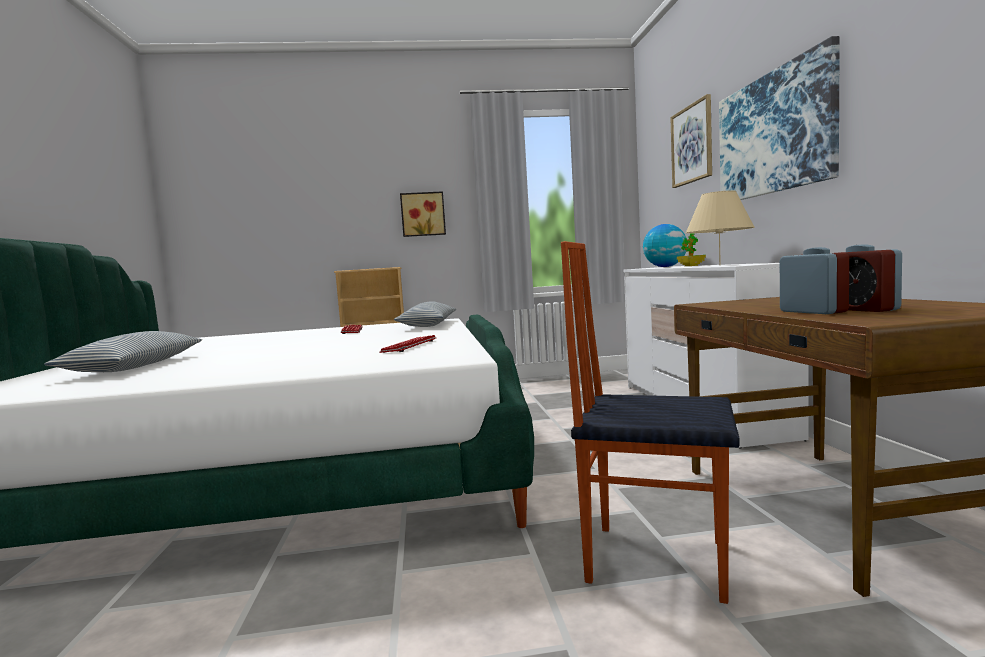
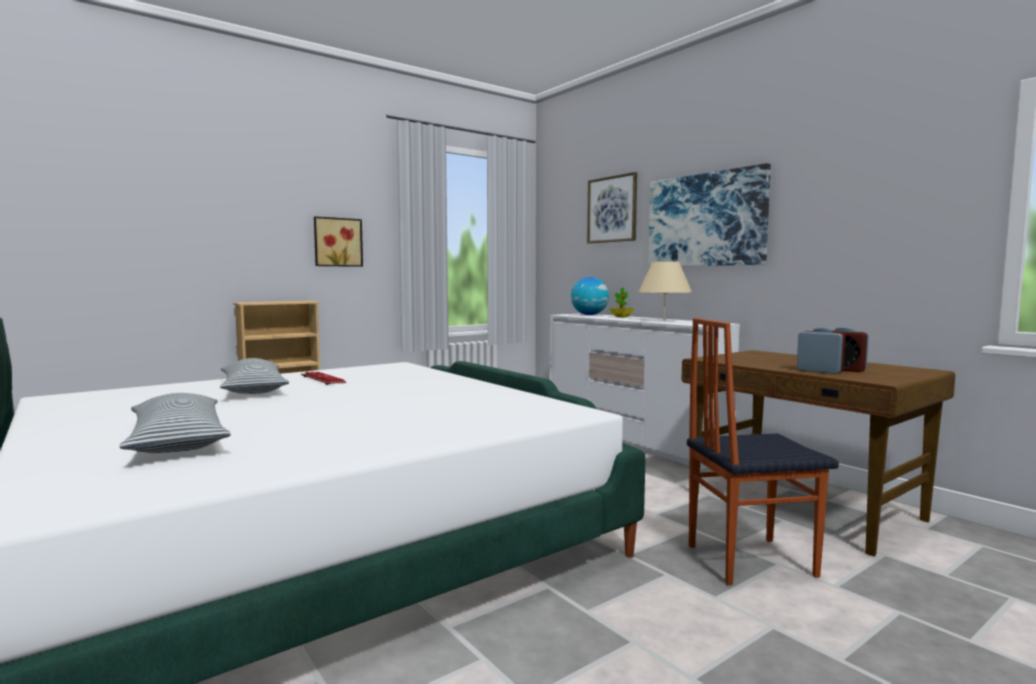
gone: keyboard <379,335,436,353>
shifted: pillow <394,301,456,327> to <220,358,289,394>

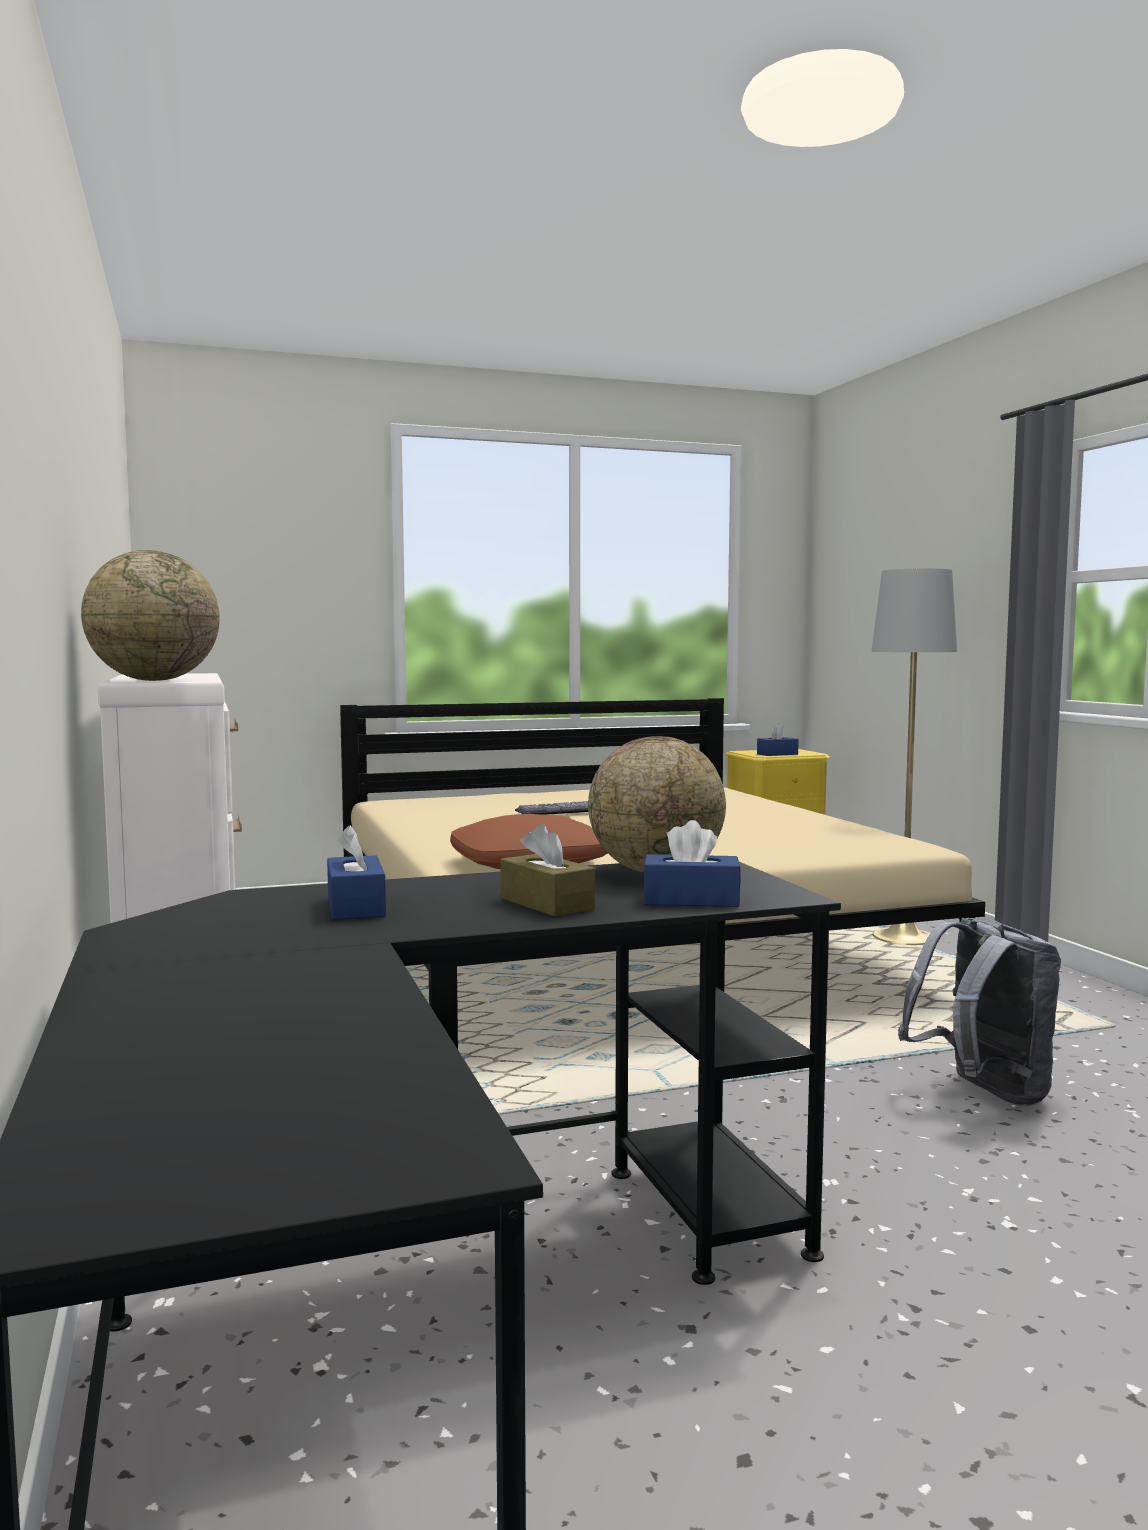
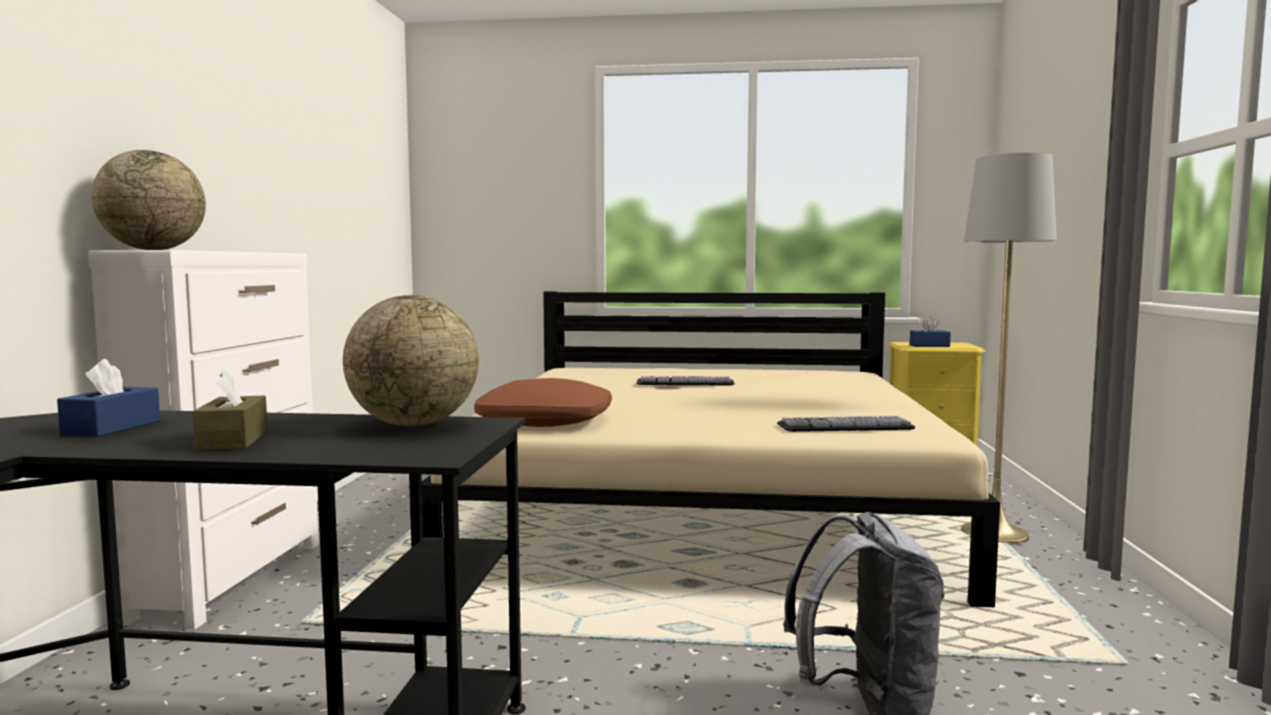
gone: blue tissue box <643,820,741,907>
new: keyboard <777,416,915,432>

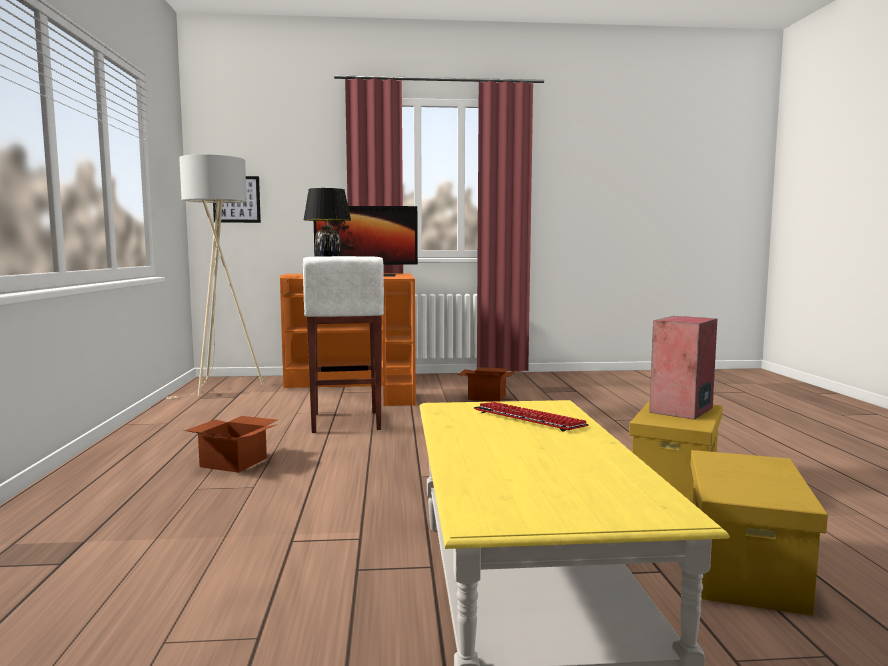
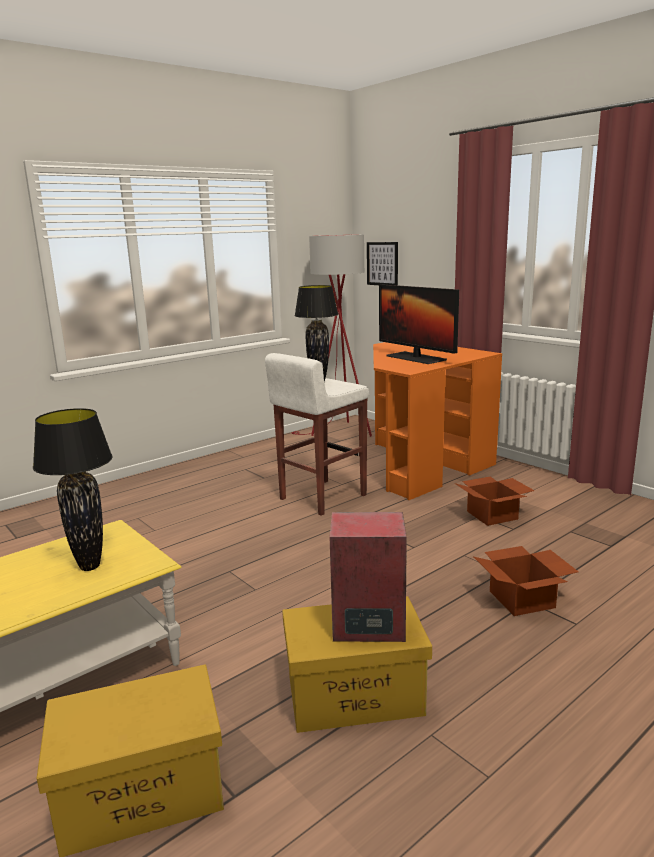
shifted: cardboard box <183,416,278,473> to <474,546,579,616>
swapped: keyboard <474,402,589,432> to black table lamp <33,408,113,571>
repainted: beige floor lamp <166,154,264,399> to red floor lamp <292,234,372,437>

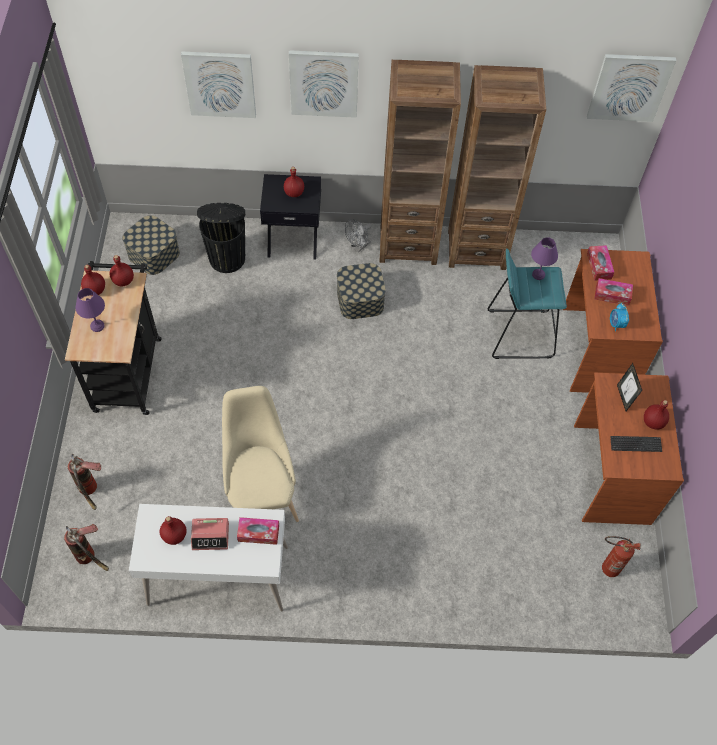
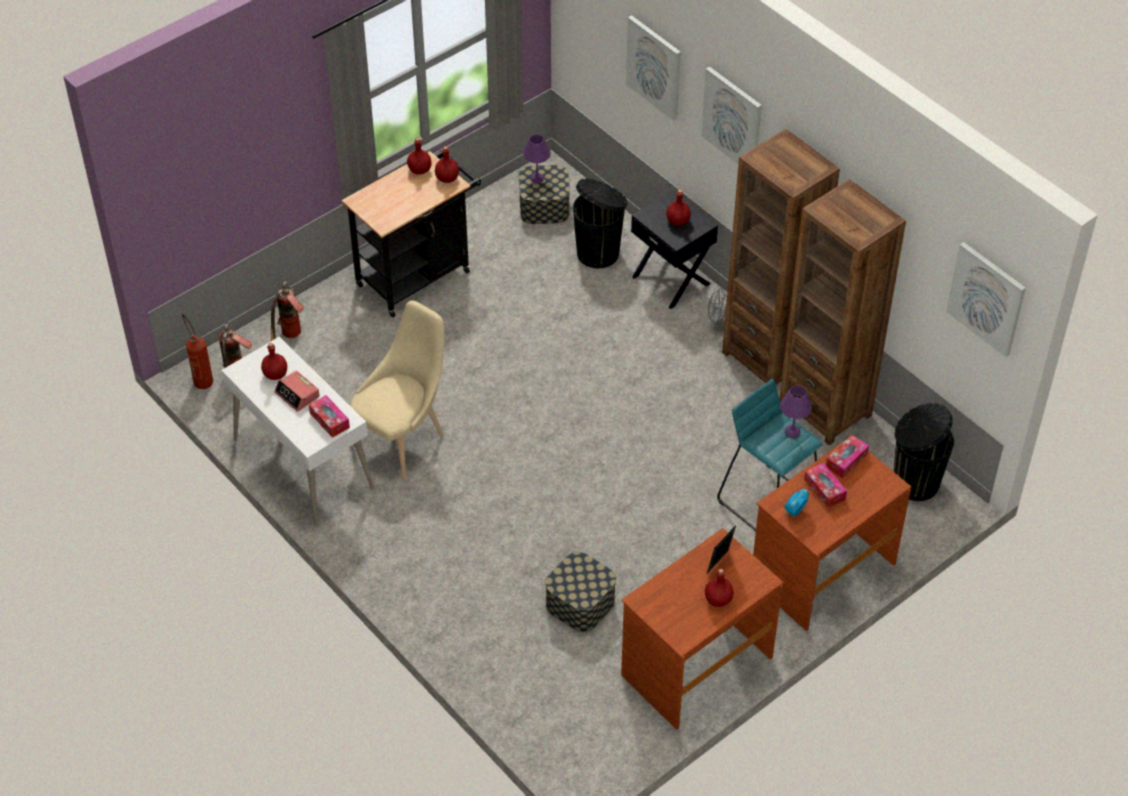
gone: keyboard <610,436,662,452>
new: black trash can <894,403,954,501>
shifted: fire extinguisher <602,536,641,577> to <182,314,213,389>; purple table lamp <75,288,105,332> to <523,134,551,183>; storage box <337,263,386,319> to <545,552,616,632>

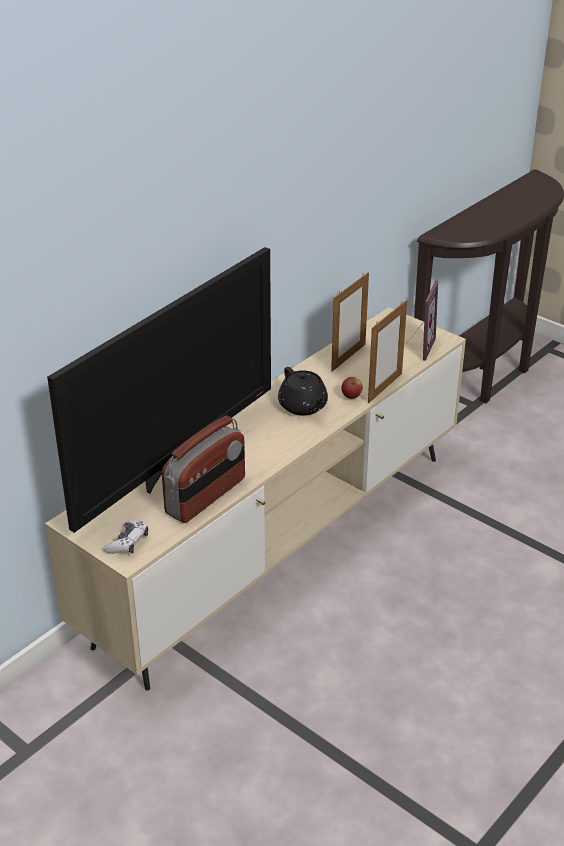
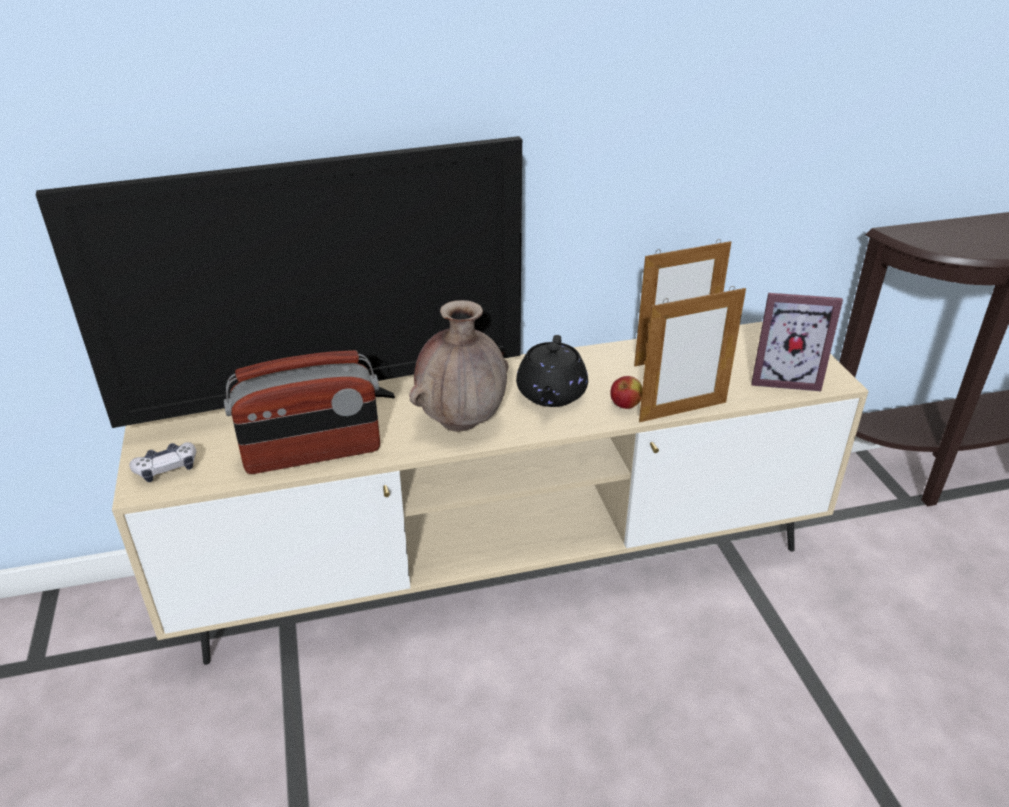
new: brown vase <409,300,508,432>
rotated: picture frame <406,281,439,361> = <751,293,843,391> 45 degrees clockwise

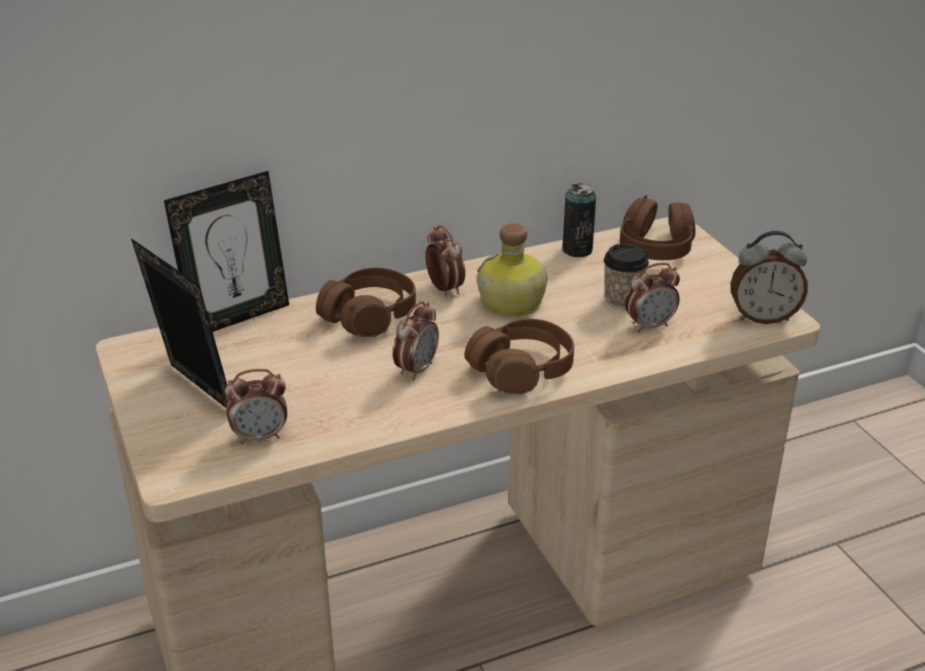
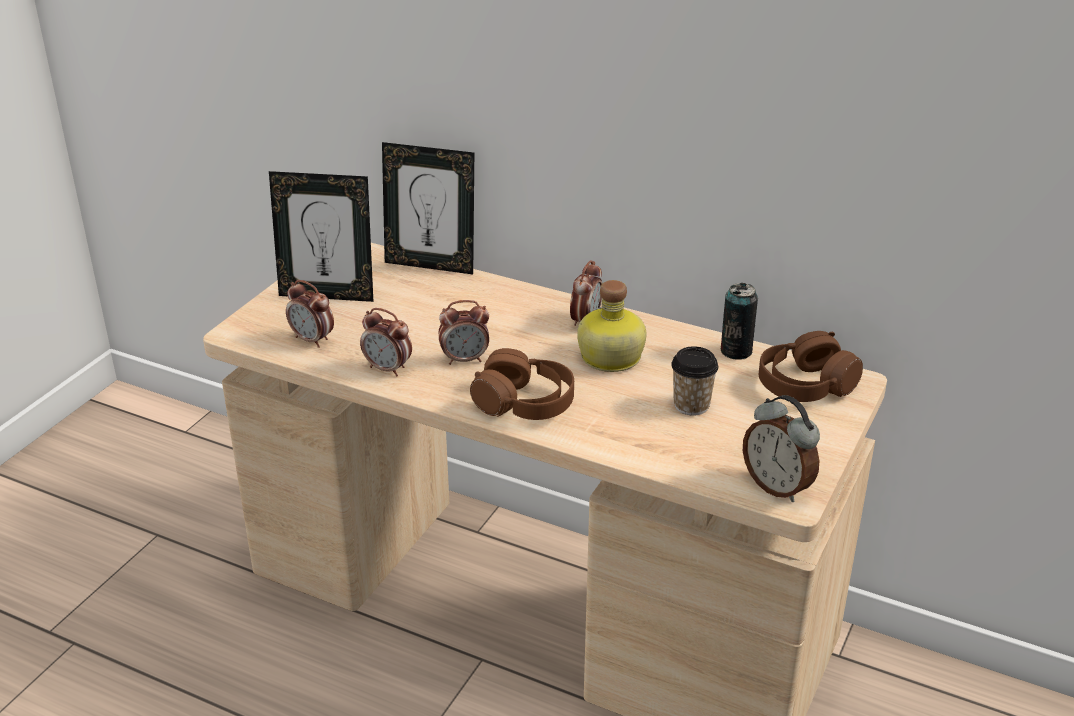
gone: brown headphones <316,268,416,337>
shifted: alarm clock <625,263,680,333> to <360,308,412,376>
rotated: picture frame <131,238,228,408> = <269,171,373,302> 90 degrees clockwise

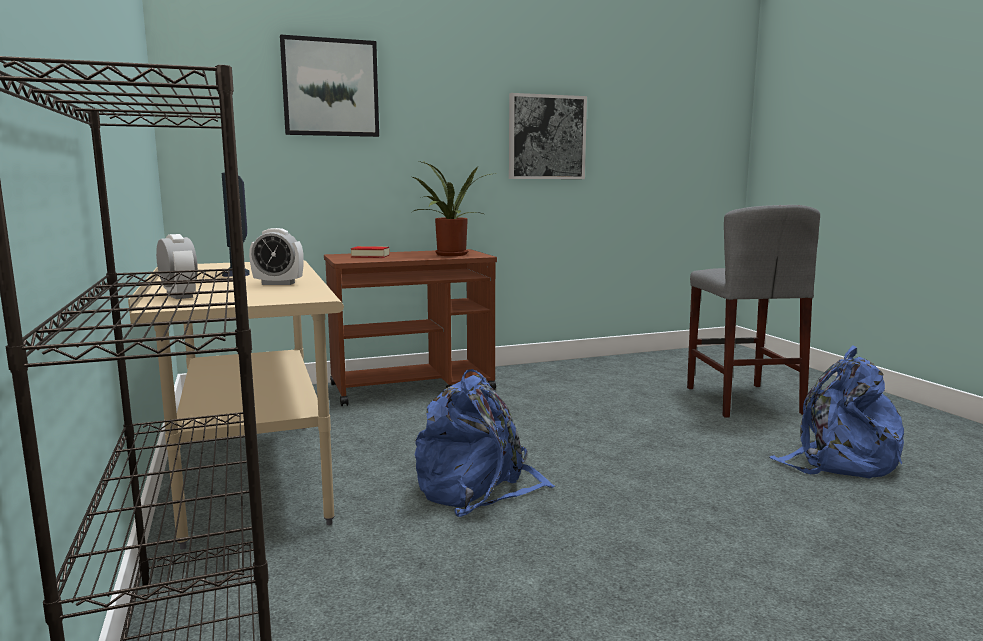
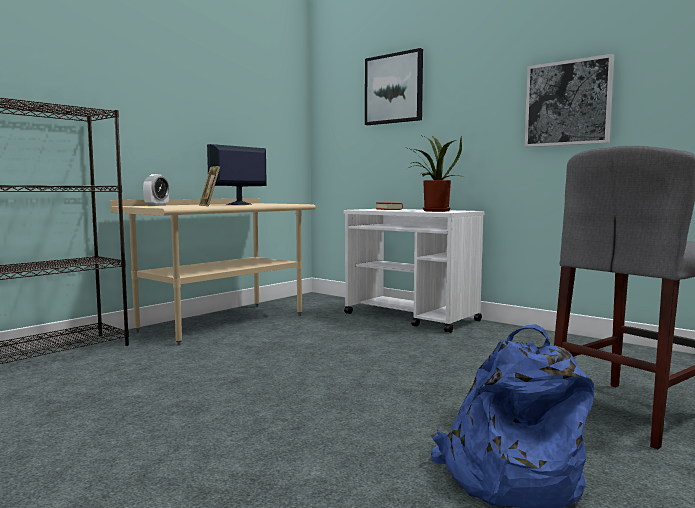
gone: blue backpack <414,369,555,517>
swapped: alarm clock <249,228,304,285> to picture frame <199,166,220,207>
repainted: brown cart <324,249,497,406> to white cart <344,209,485,333>

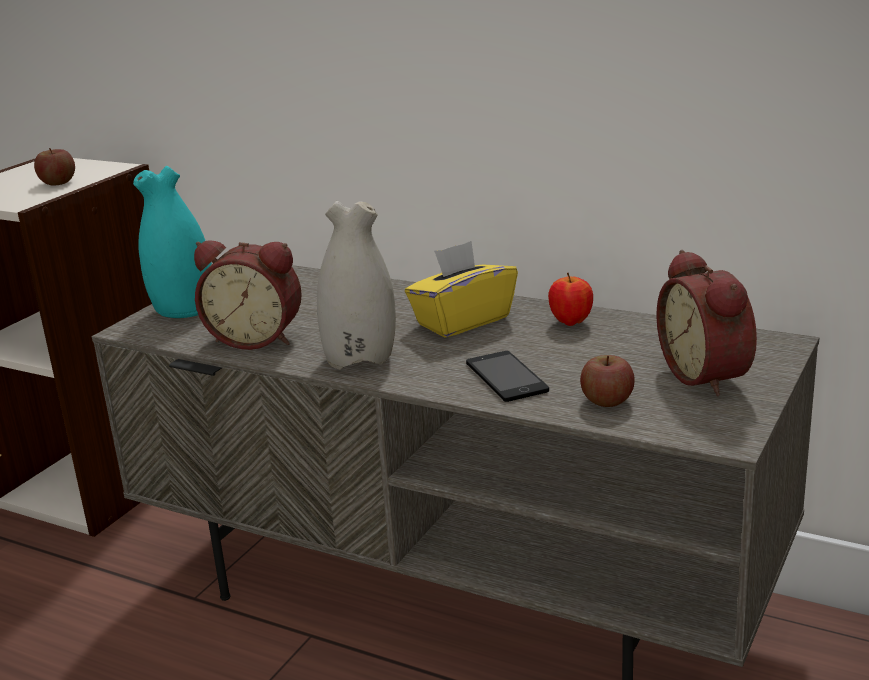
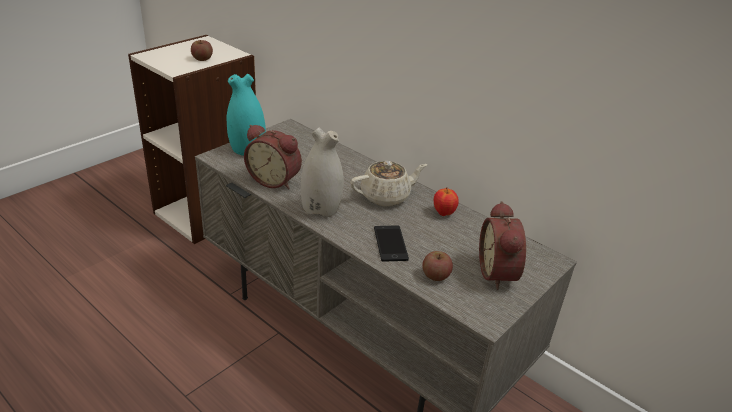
swapped: yellow tissue box <405,241,518,338> to beige teapot <350,161,427,206>

